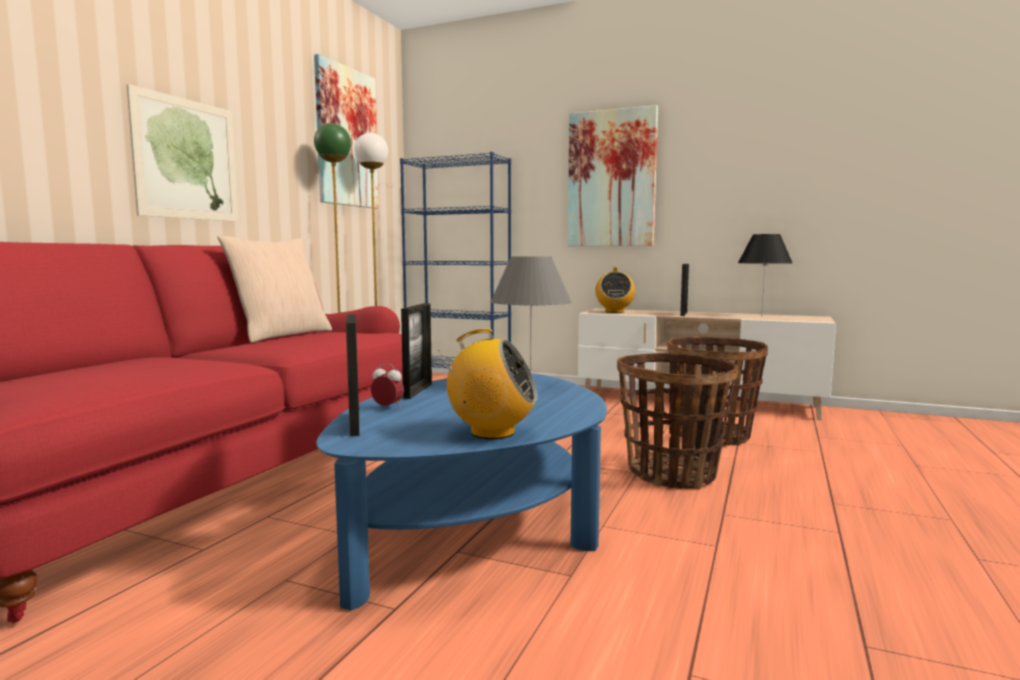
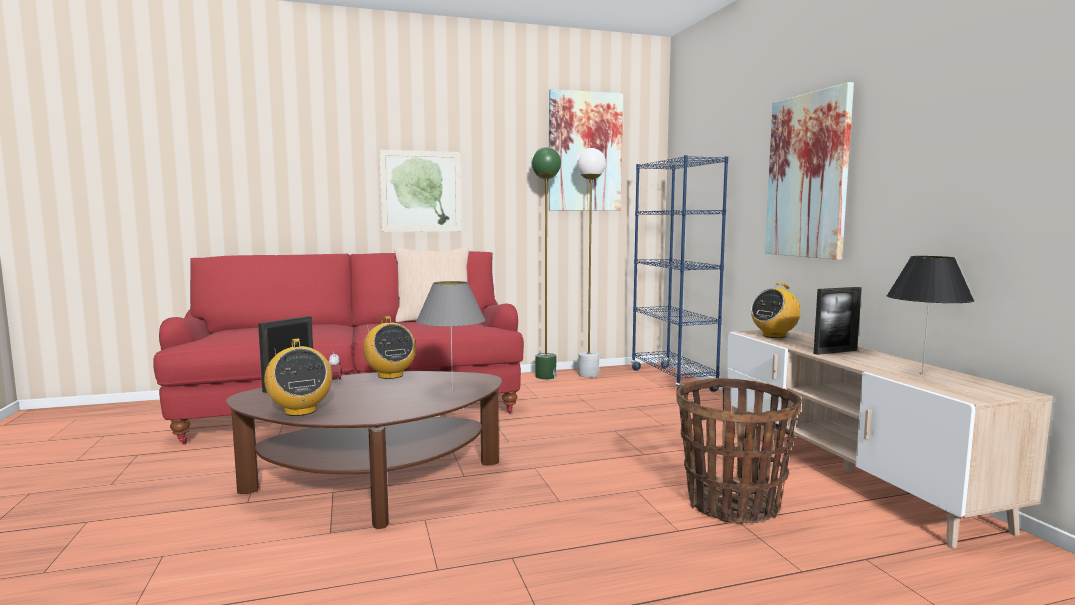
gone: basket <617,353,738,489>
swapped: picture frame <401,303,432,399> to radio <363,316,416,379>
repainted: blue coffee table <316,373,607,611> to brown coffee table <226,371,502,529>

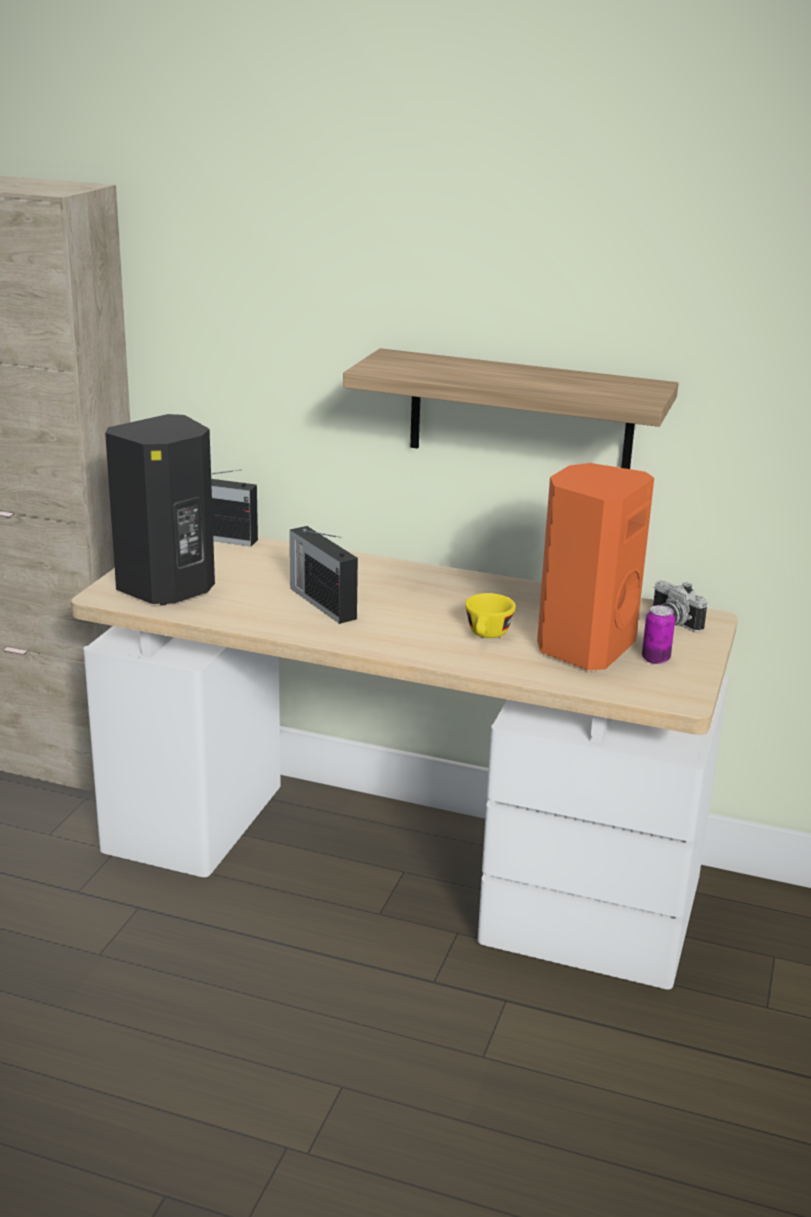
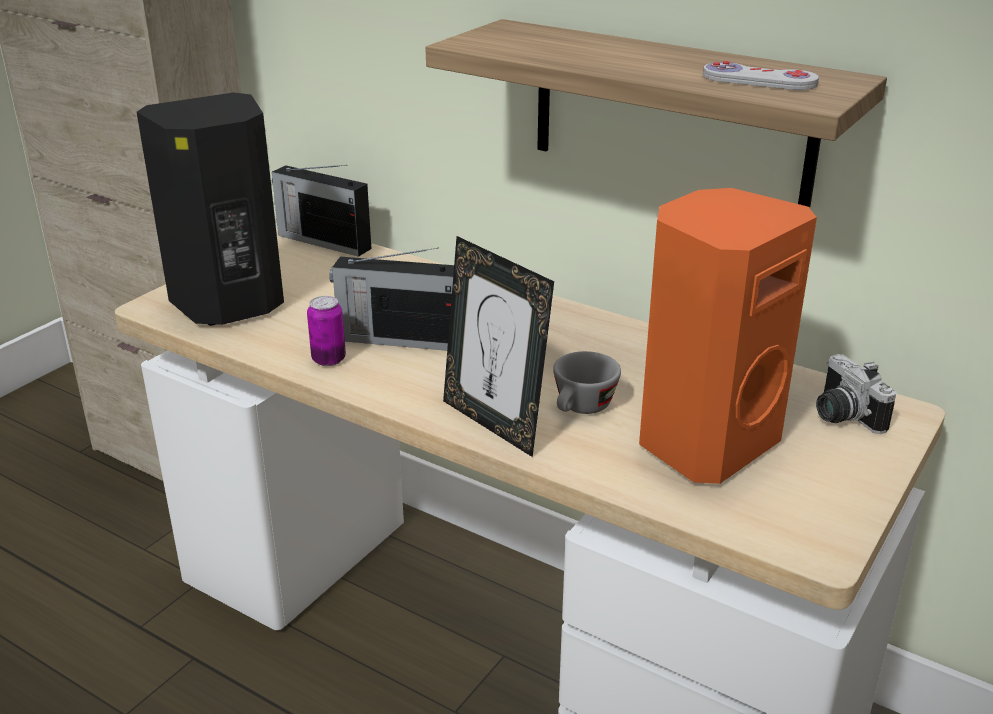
new: picture frame <443,236,554,457>; white game controller <703,61,819,90>
shifted: can <642,605,675,664> to <307,296,346,366>
repainted: yellow cup <465,593,516,638> to grey cup <553,351,621,414>
rotated: radio <290,526,358,624> = <329,248,454,351> 60 degrees counterclockwise

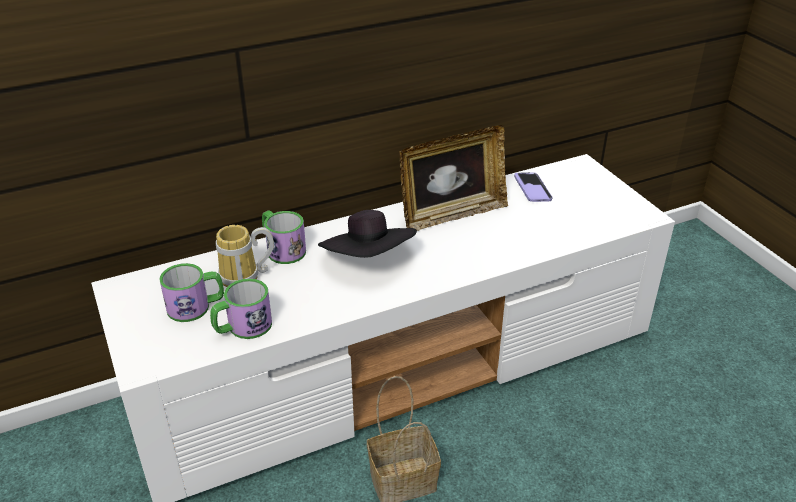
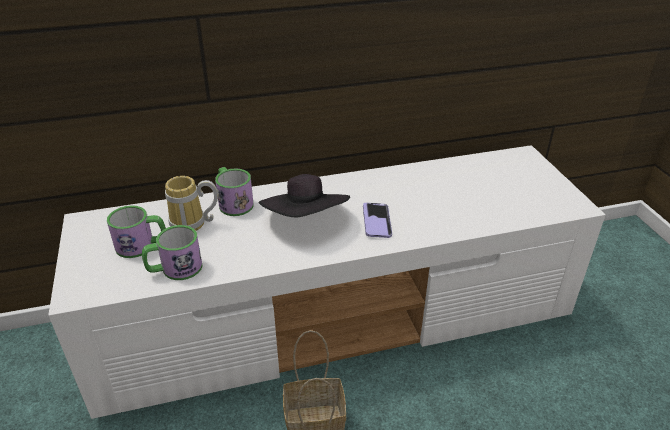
gone: picture frame <399,125,508,231>
shifted: phone <514,172,552,202> to <363,202,392,238>

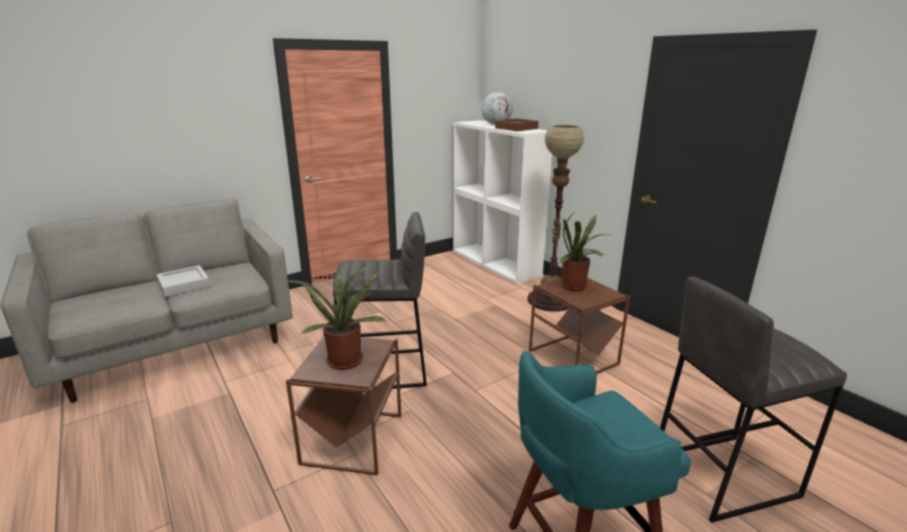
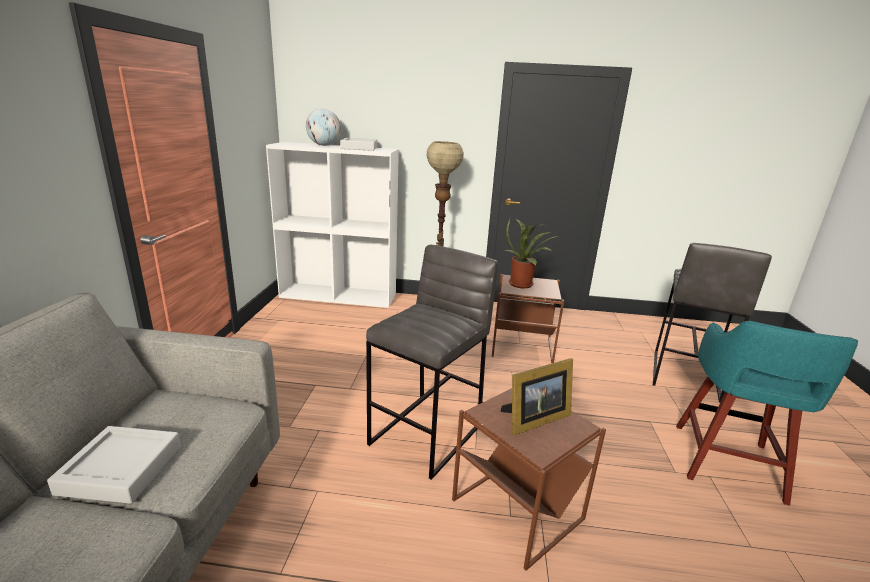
swapped: potted plant <287,265,387,370> to picture frame <501,358,573,435>
repainted: brown tray <495,118,538,131> to grey tray <340,138,377,151>

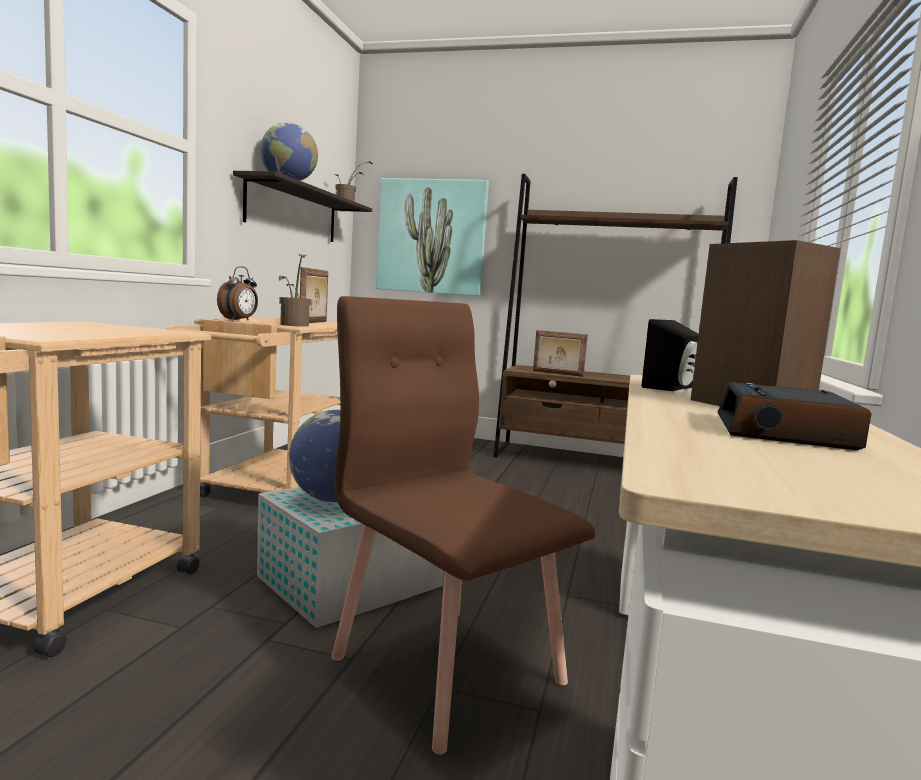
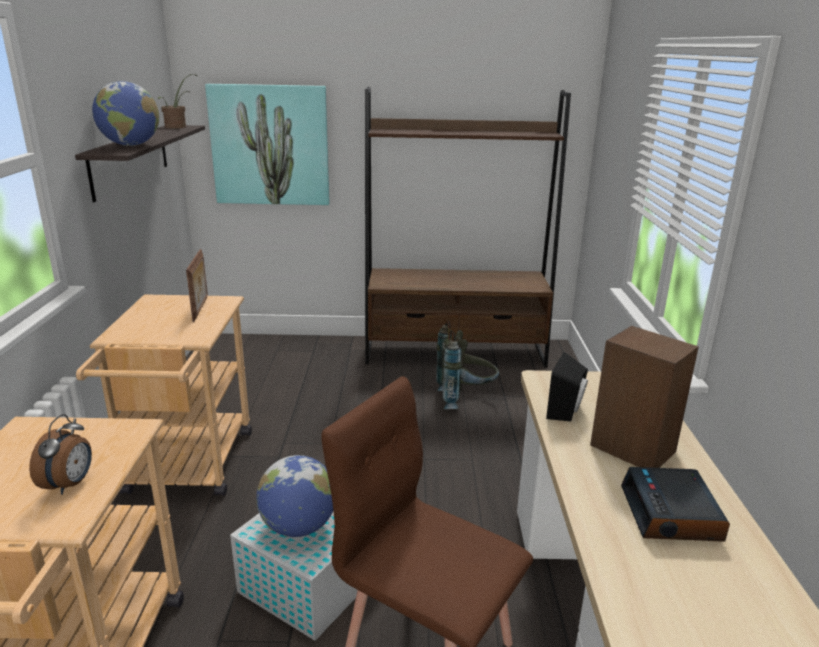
gone: potted plant <279,254,311,327>; picture frame <533,330,588,377>
new: grey backpack <436,321,499,409>
shifted: alarm clock <217,266,258,321> to <29,414,92,495>

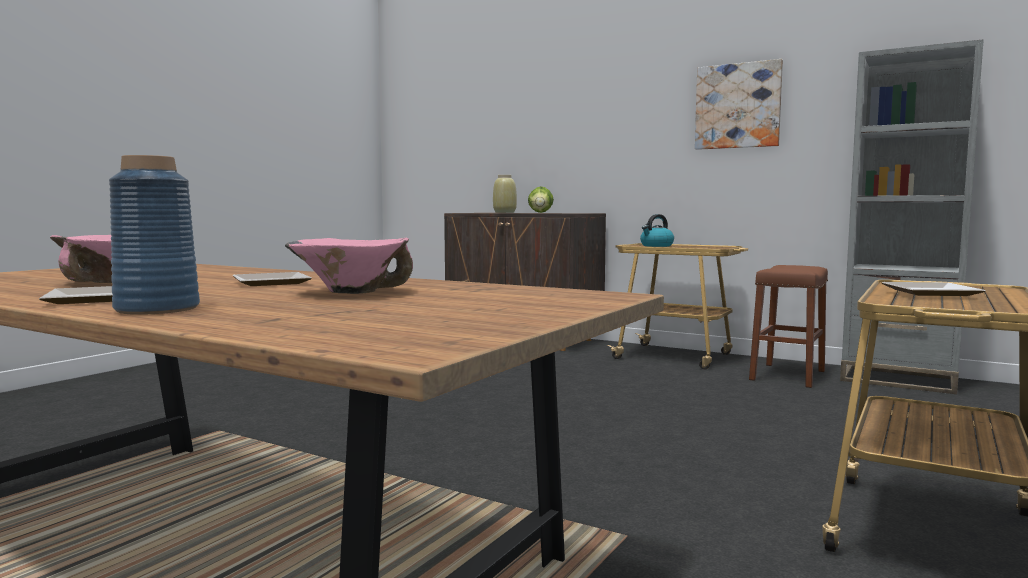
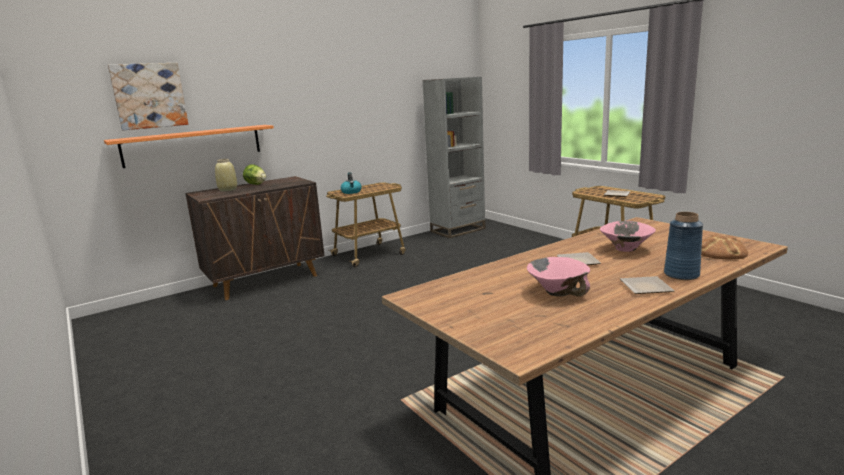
gone: brown stool <749,265,828,388>
new: orange shelf <104,125,274,168>; bread <701,234,748,259>
shifted: picture <695,59,783,150> to <108,63,188,130>

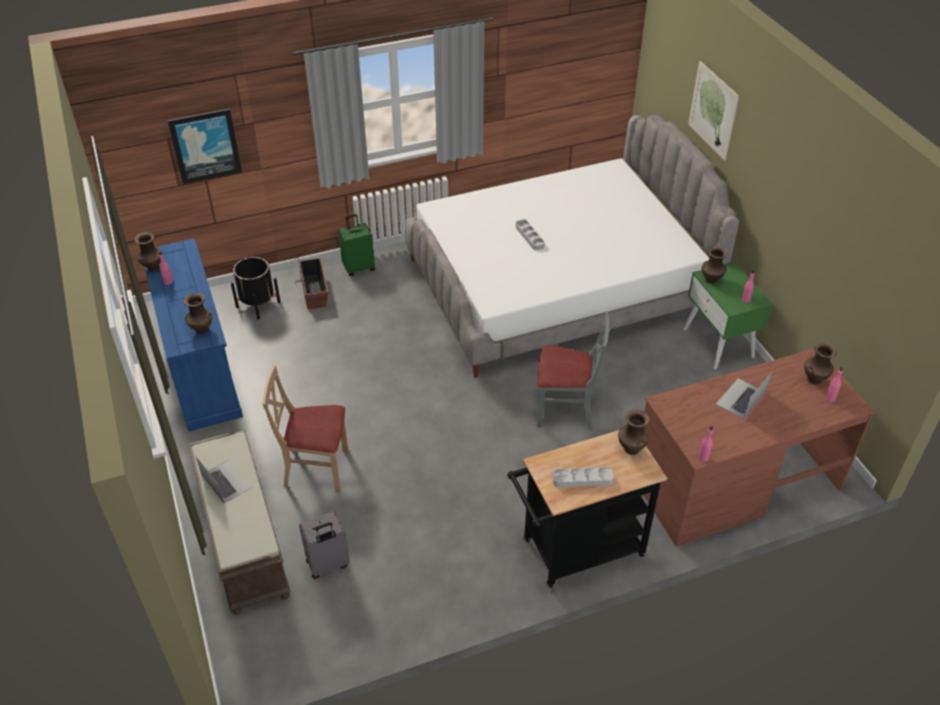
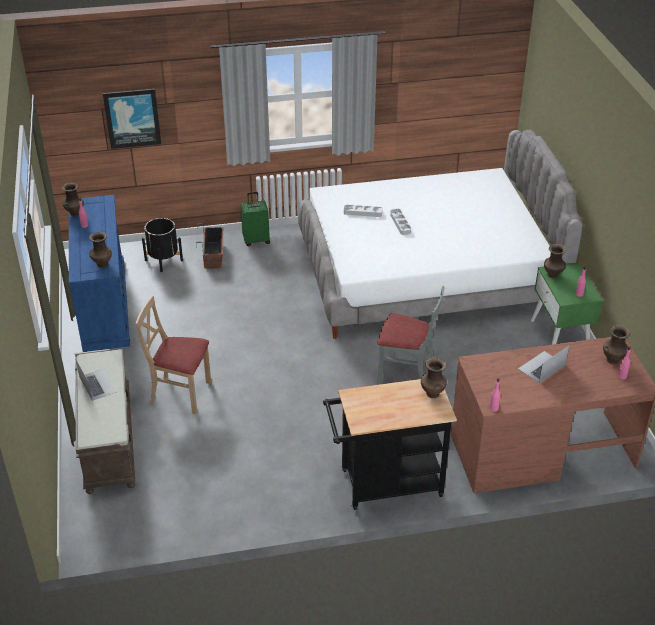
gone: grey suitcase <299,511,350,579>; picture <688,61,739,161>
shifted: grey tray <553,467,613,487> to <344,205,383,217>

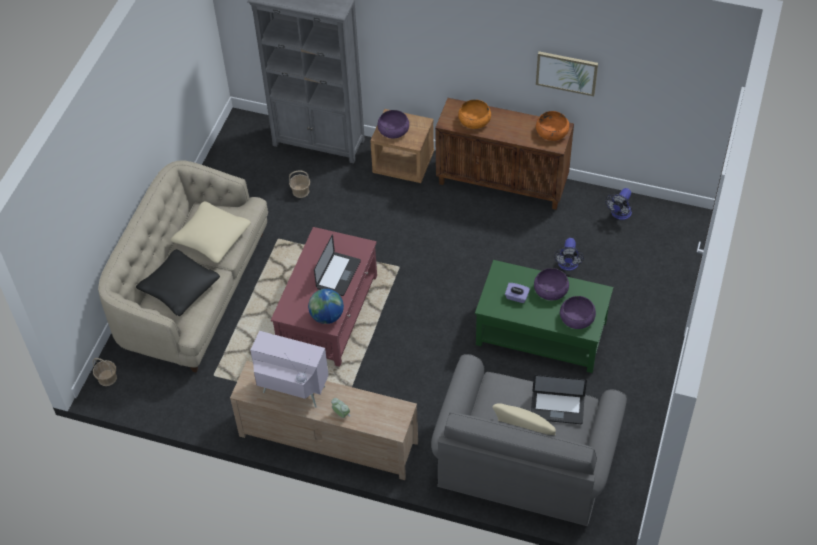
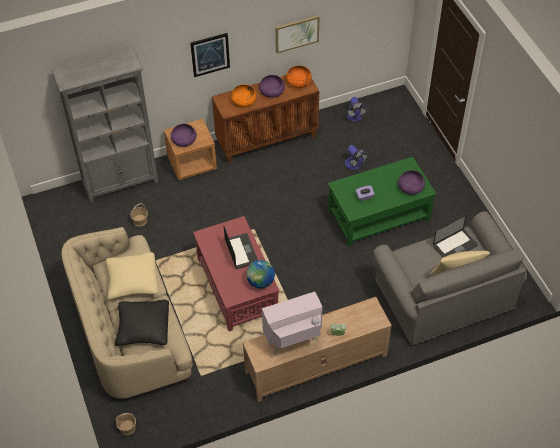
new: picture <190,33,230,77>
shifted: purple bowl <534,268,569,300> to <259,75,285,98>

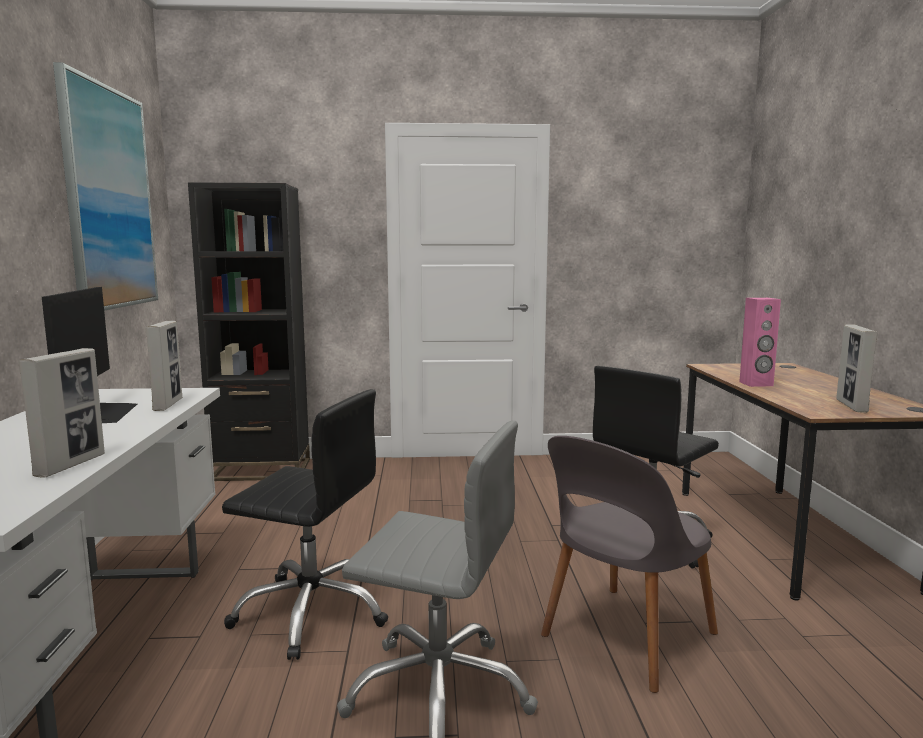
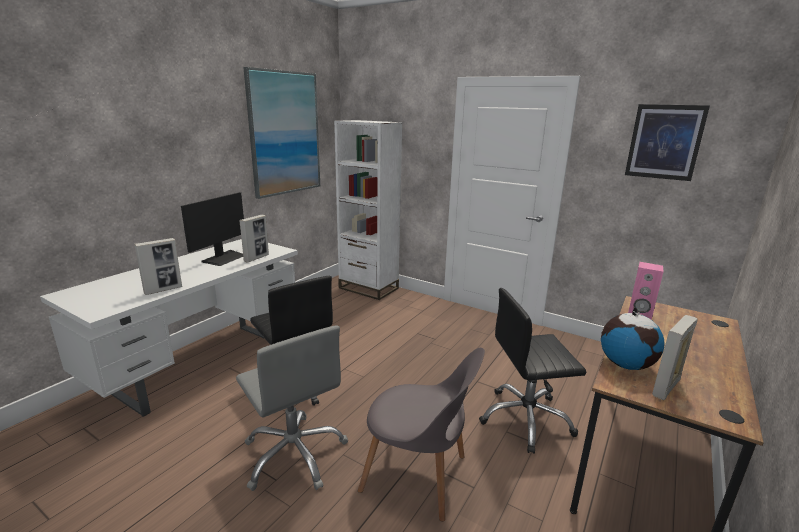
new: globe <601,307,665,370>; picture <625,104,710,181>
repainted: black bookcase <188,183,310,481> to white bookcase <334,120,402,300>
rotated: grey chair <541,436,718,693> = <358,348,485,522> 150 degrees counterclockwise

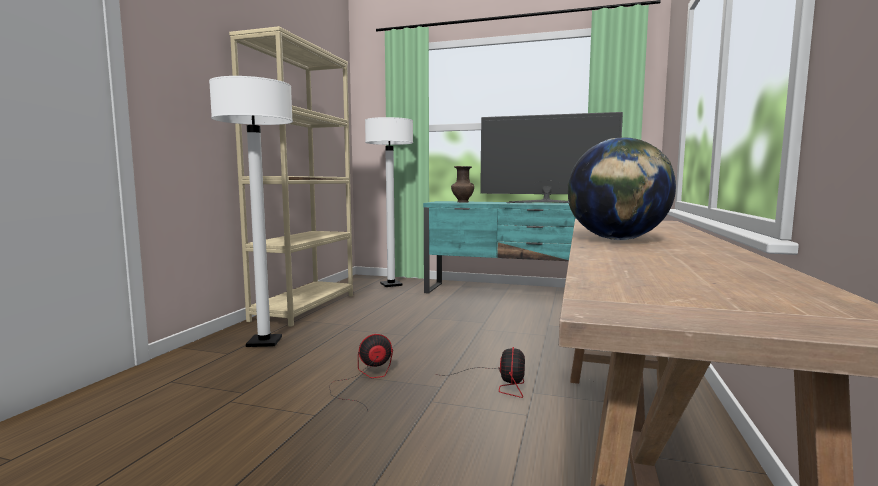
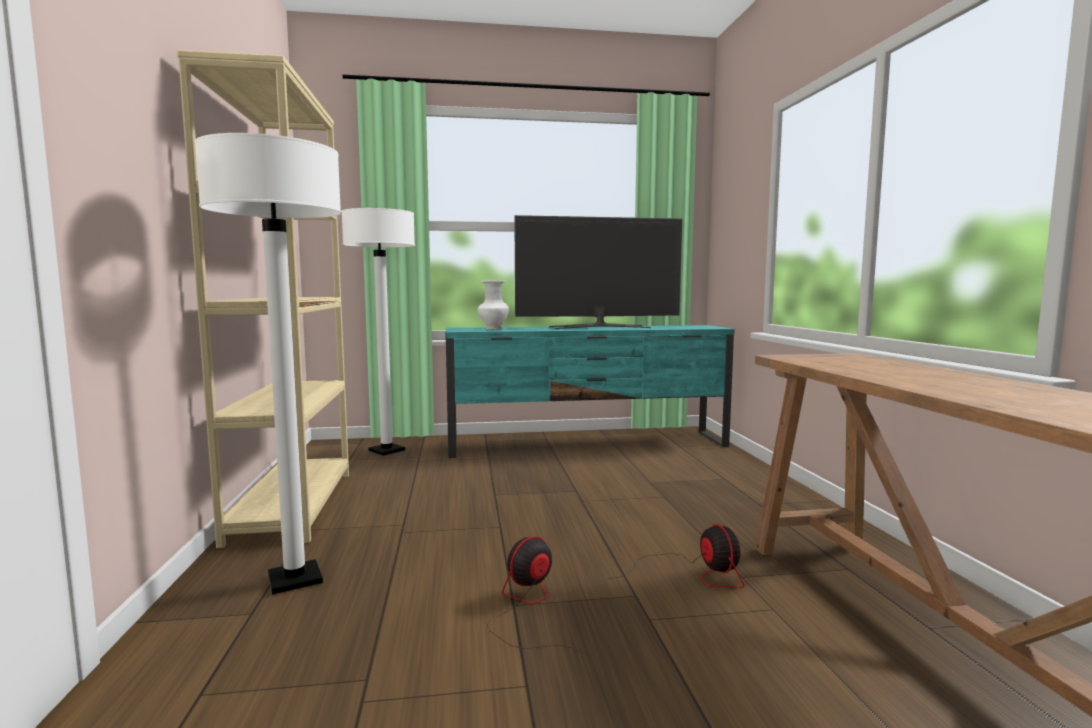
gone: globe <568,137,676,240>
repainted: brown vase <451,166,474,203> to white vase <477,280,509,330>

